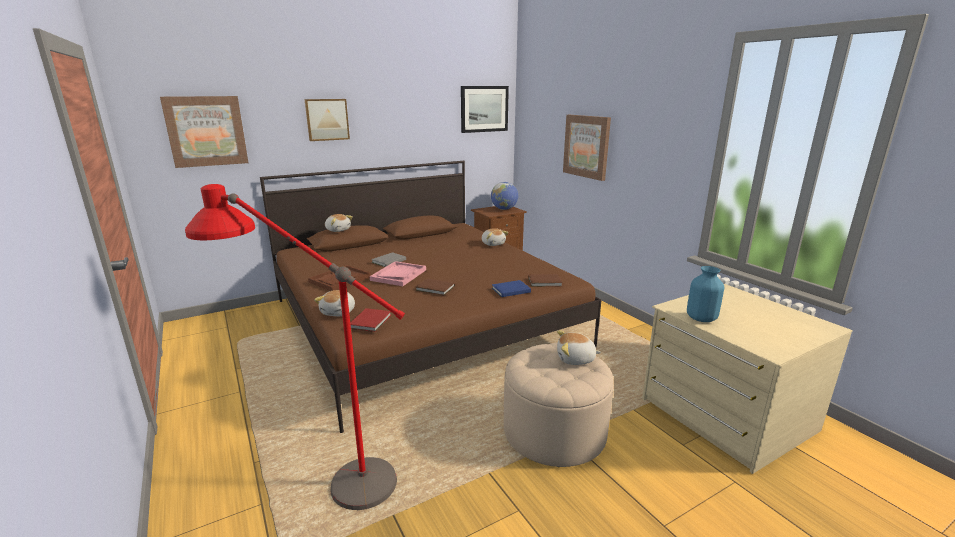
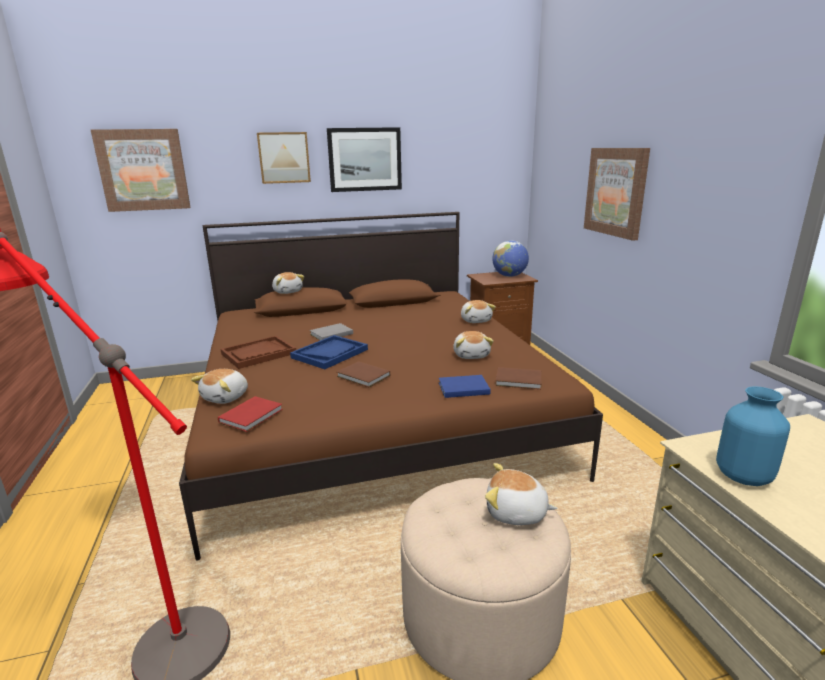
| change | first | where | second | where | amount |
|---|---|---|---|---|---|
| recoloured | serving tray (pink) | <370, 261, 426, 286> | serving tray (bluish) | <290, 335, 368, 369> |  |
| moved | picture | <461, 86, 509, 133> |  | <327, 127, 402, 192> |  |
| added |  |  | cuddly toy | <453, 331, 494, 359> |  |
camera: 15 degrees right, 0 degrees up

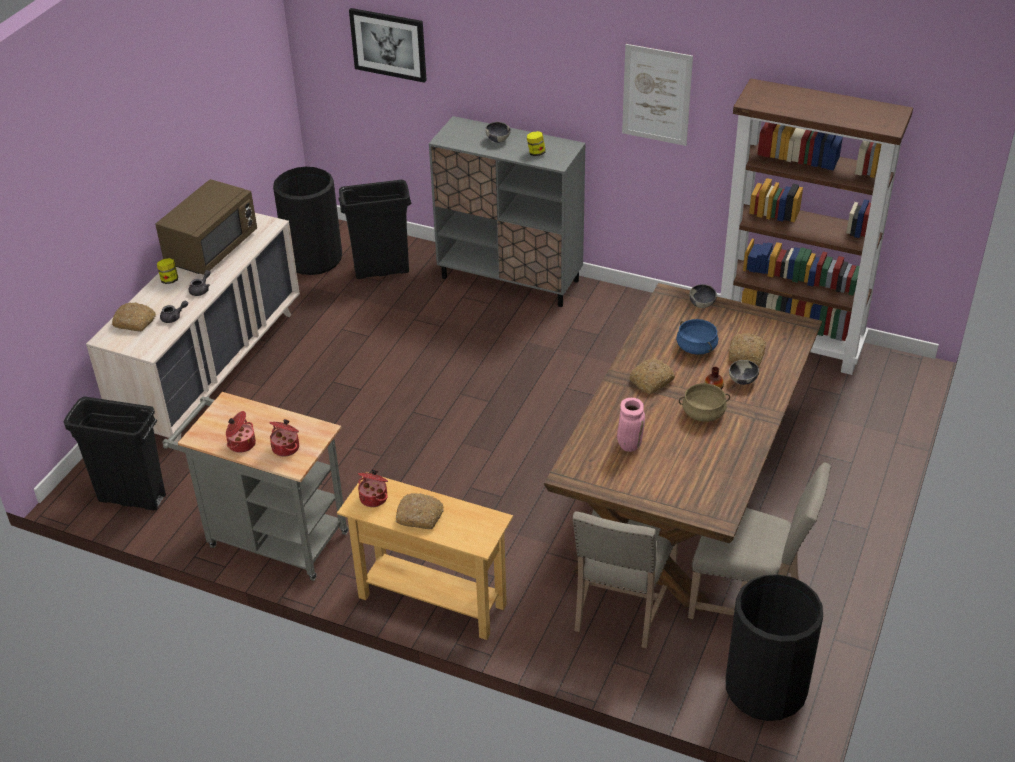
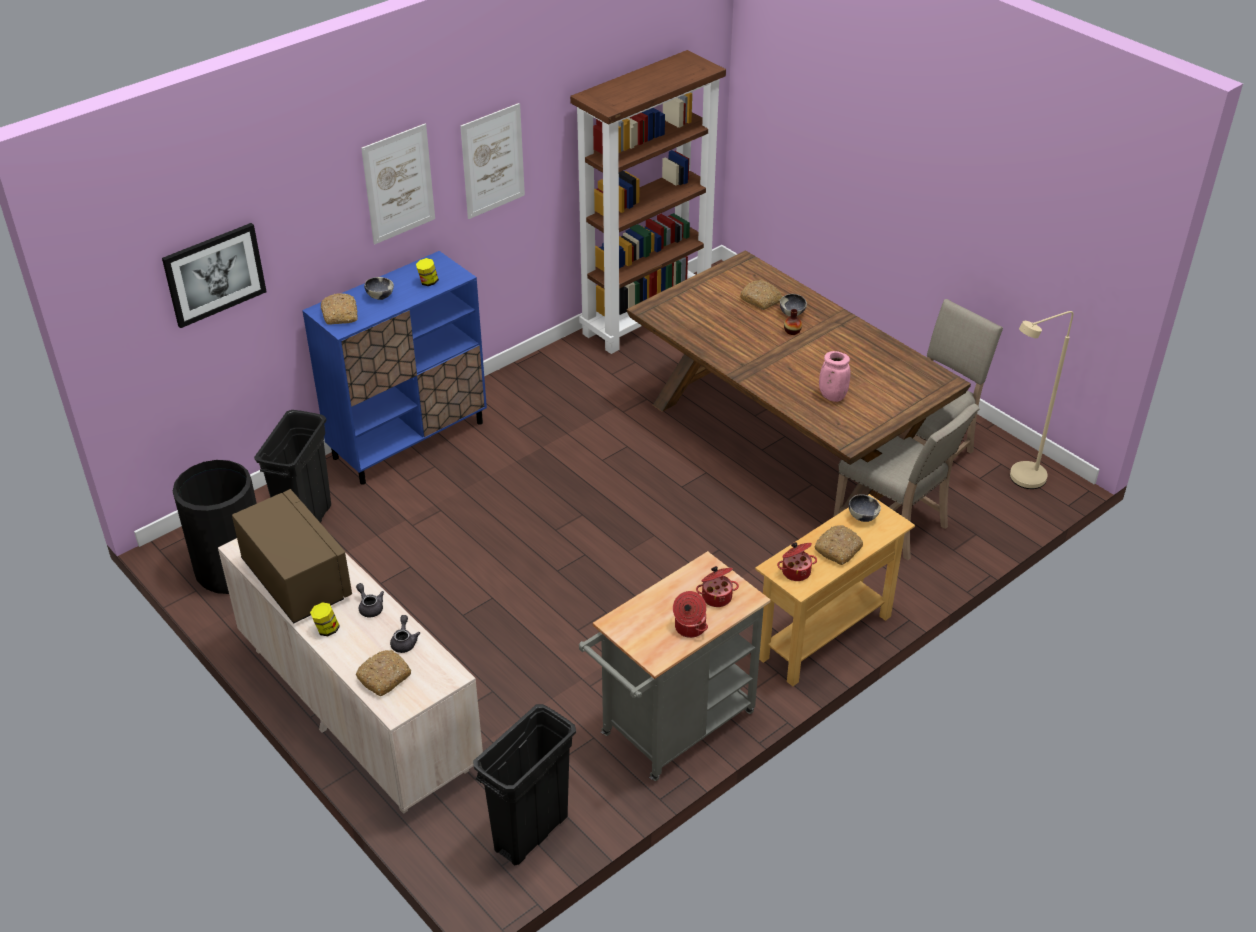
| change | first | where | second | where | amount |
|---|---|---|---|---|---|
| recoloured | cabinet (greyish) | <429, 116, 586, 307> | cabinet (bluish) | <302, 251, 487, 485> |  |
| moved | bread | <629, 359, 675, 394> |  | <320, 293, 358, 325> |  |
| removed | saucepot (bluish) | <676, 319, 718, 355> |  |  |  |
| removed | saucepot (sand-coloured) | <679, 383, 730, 422> |  |  |  |
| moved | serving bowl | <689, 284, 717, 308> |  | <849, 495, 881, 522> |  |
| replaced | waste bin (black-coloured) | <726, 574, 823, 721> | standing lamp (sand-coloured) | <1010, 311, 1074, 489> |  |
| added |  |  | picture | <361, 124, 435, 244> |  |
camera: 65 degrees left, 0 degrees up

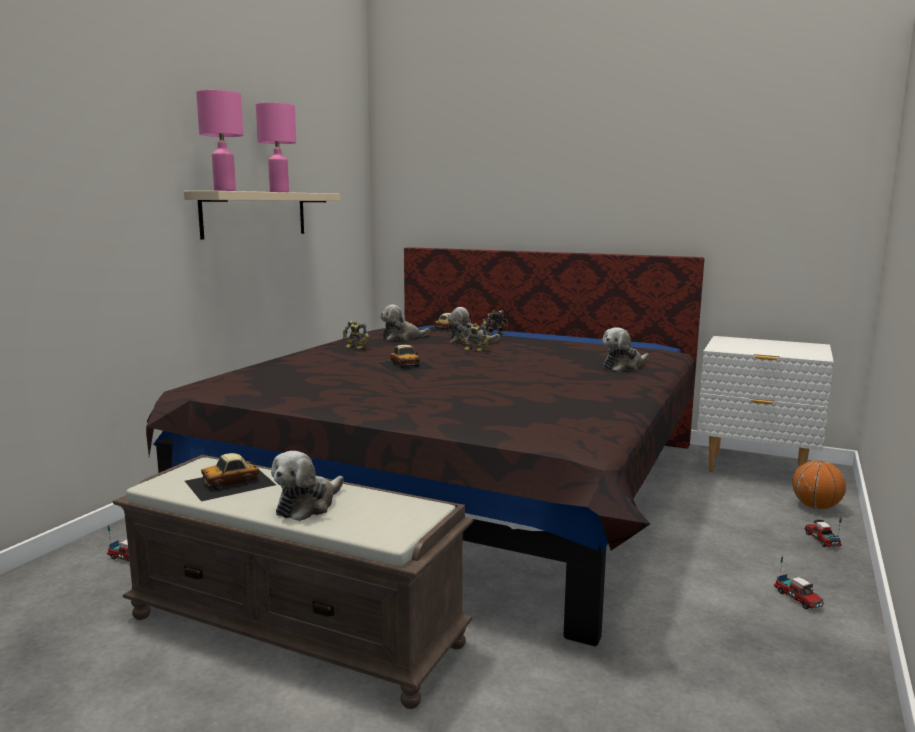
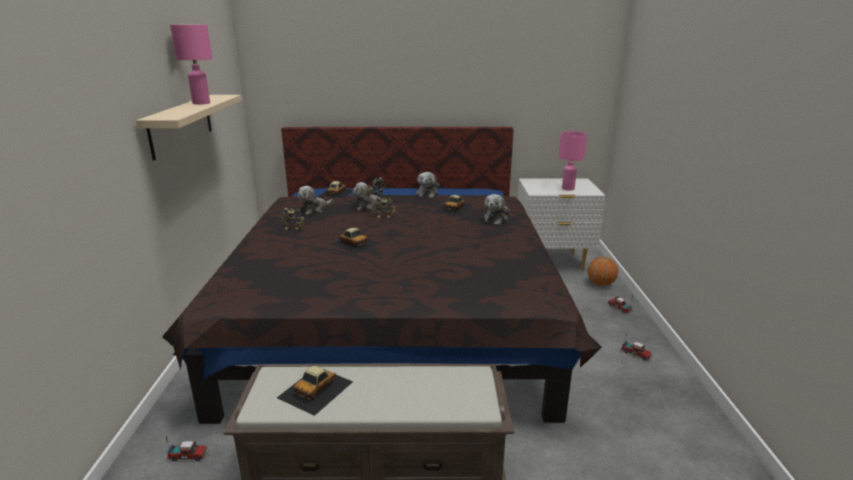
| change | first | where | second | where | amount |
|---|---|---|---|---|---|
| moved | lamp for a table (pink) | <196, 90, 243, 191> |  | <559, 131, 587, 191> |  |
| moved | cuddly toy | <271, 451, 344, 521> |  | <416, 172, 440, 197> |  |
| added |  |  | model car | <436, 195, 474, 216> |  |
camera: 25 degrees left, 10 degrees up

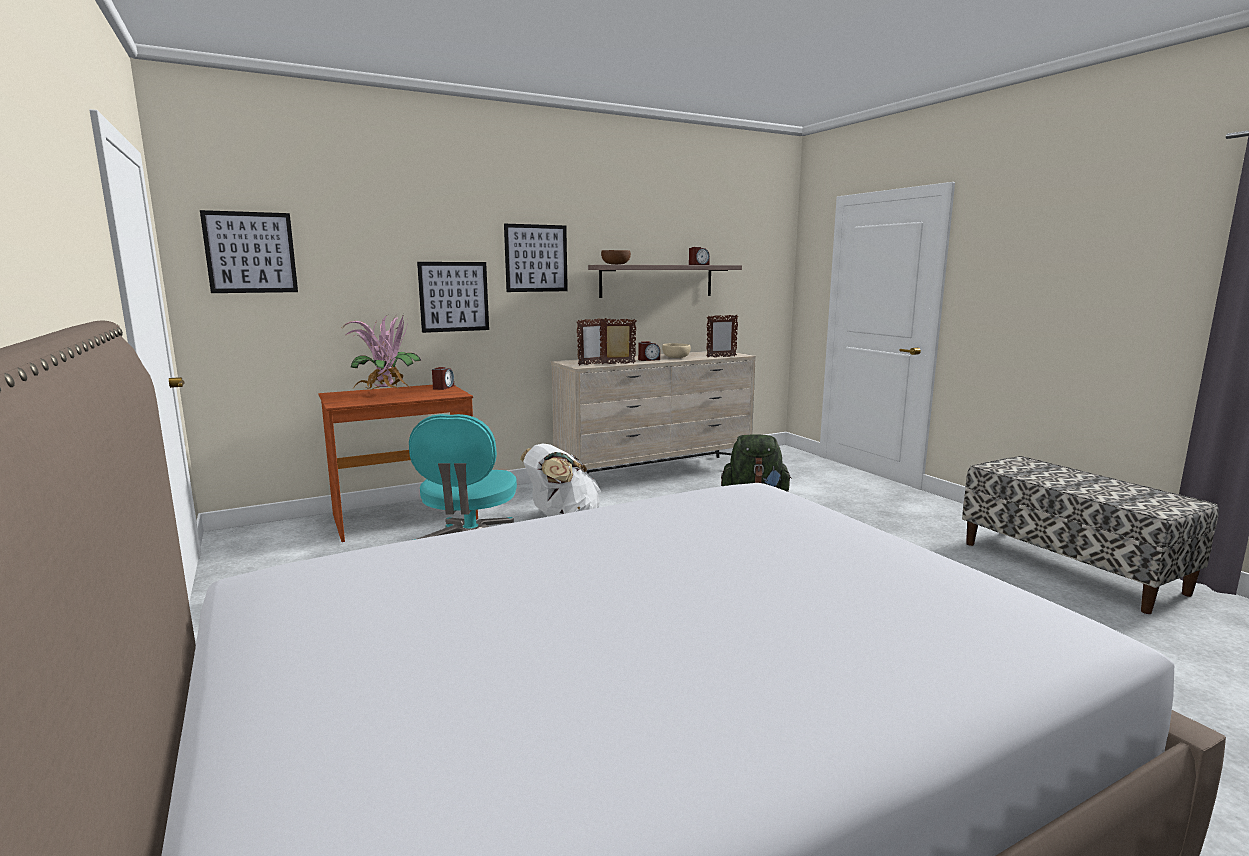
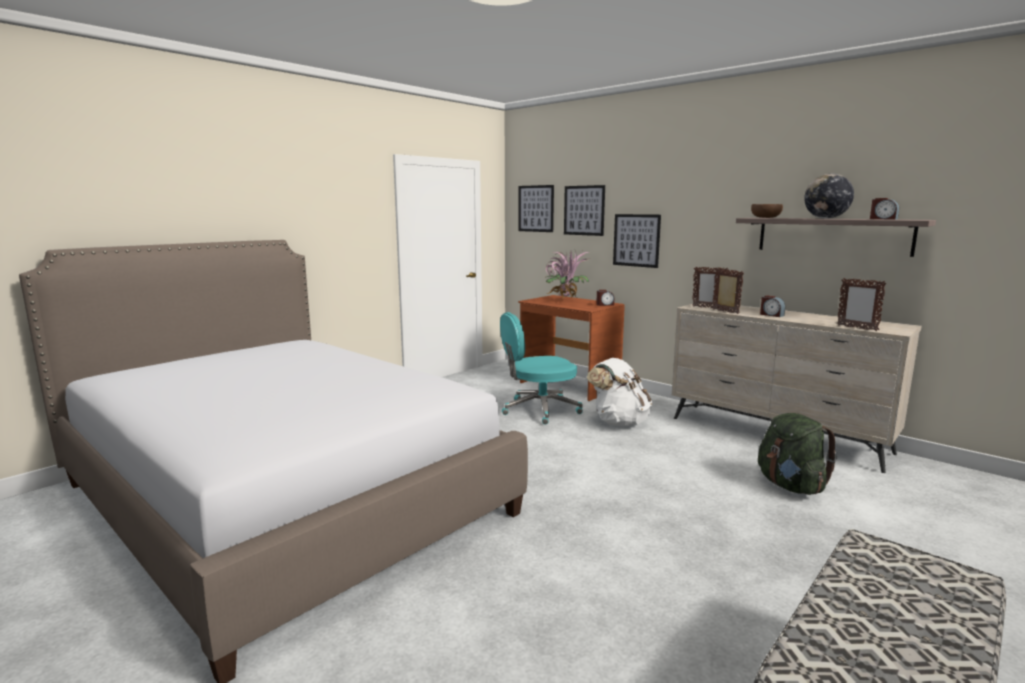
| change | first | where | second | where | amount |
|---|---|---|---|---|---|
| moved | picture | <504, 224, 568, 292> |  | <564, 185, 605, 236> |  |
| removed | serving bowl (sand-coloured) | <662, 343, 691, 358> |  |  |  |
| added |  |  | world globe | <804, 173, 854, 219> |  |
camera: 70 degrees right, 0 degrees up

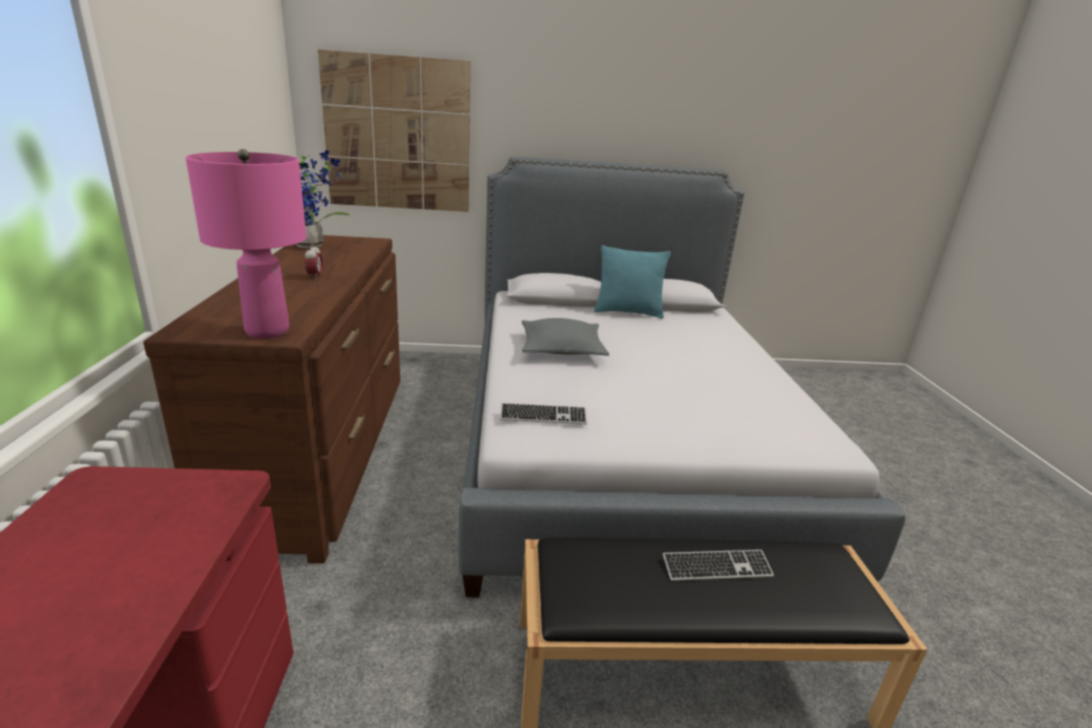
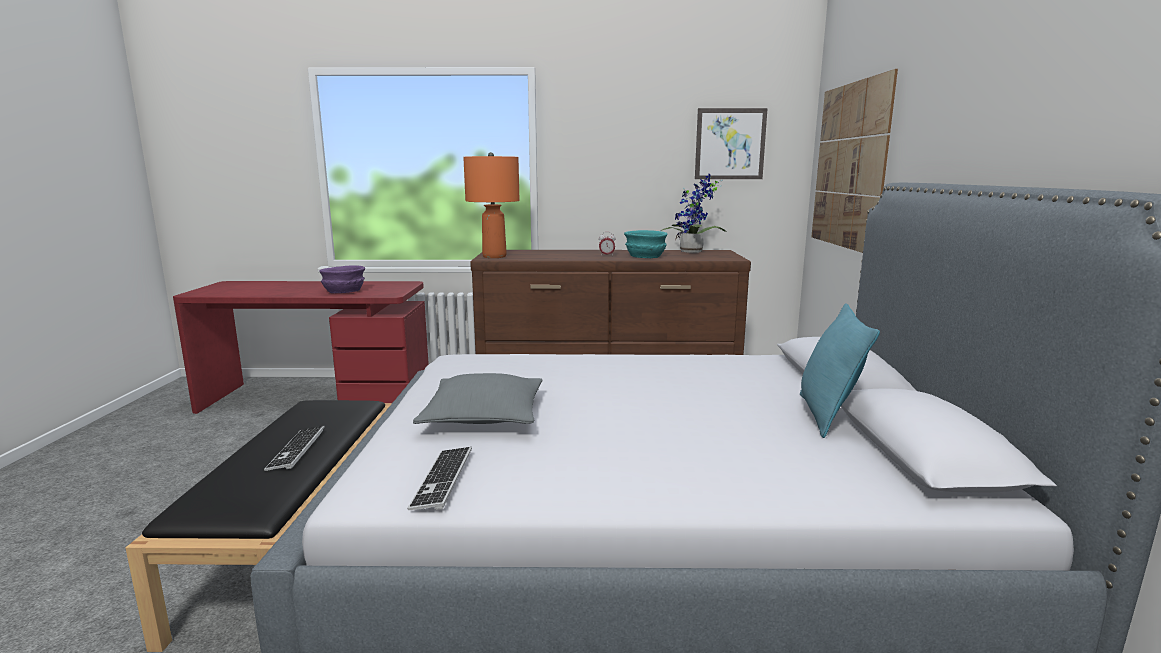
| change | first | where | second | where | amount |
|---|---|---|---|---|---|
| recoloured | lamp for a table (pink) | <186, 149, 307, 339> | lamp for a table (orangey) | <463, 152, 520, 258> |  |
| moved | computer keyboard | <500, 403, 587, 424> |  | <407, 447, 472, 510> |  |
| moved | throw pillow (greyish) | <522, 318, 609, 356> |  | <413, 373, 543, 424> |  |
| added |  |  | serving bowl (purple) | <319, 265, 365, 293> |  |
| added |  |  | serving bowl (blue-green) | <624, 230, 667, 258> |  |
| added |  |  | picture | <695, 108, 768, 179> |  |
camera: 95 degrees right, 10 degrees down

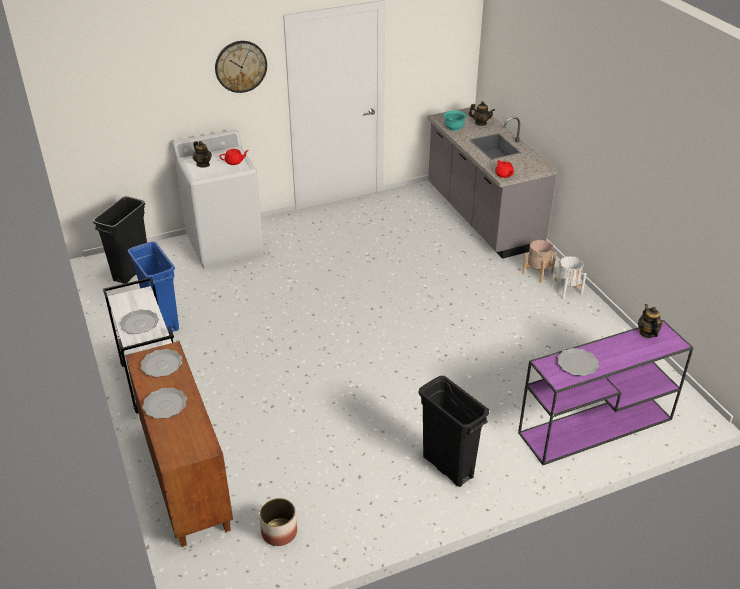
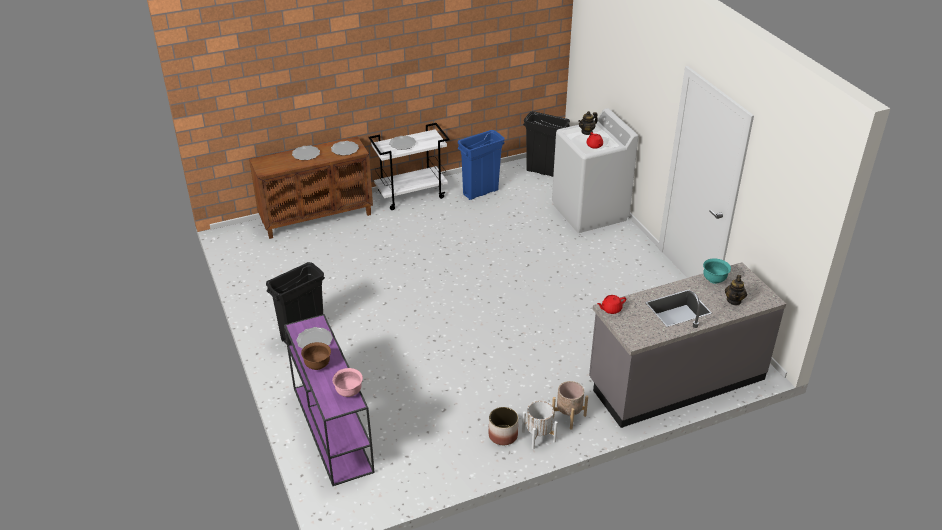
| change | first | where | second | where | amount |
|---|---|---|---|---|---|
| removed | clock on the wall | <215, 41, 267, 93> |  |  |  |
| moved | flower pot | <259, 498, 297, 546> |  | <489, 407, 518, 445> |  |
| replaced | teapot | <638, 304, 662, 338> | serving bowl (pink) | <333, 368, 363, 397> |  |
| added |  |  | serving bowl (brown) | <301, 342, 331, 370> |  |
camera: 90 degrees right, 0 degrees up

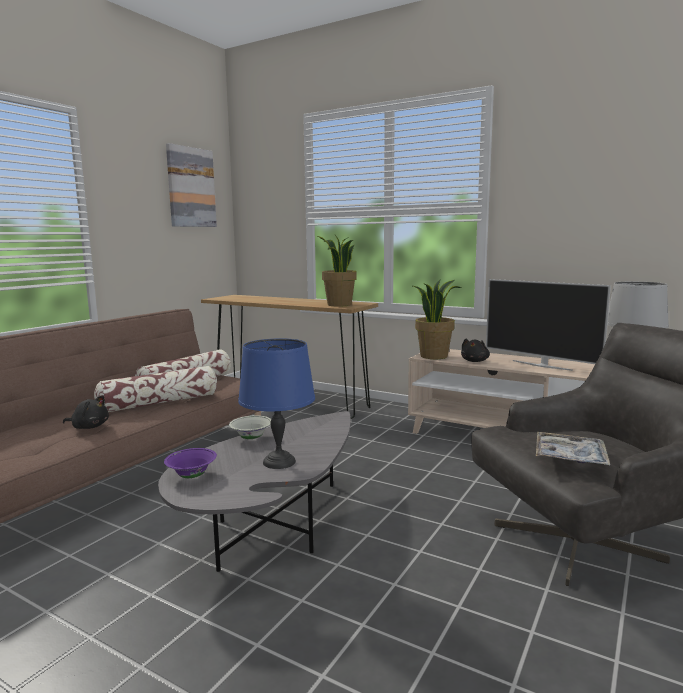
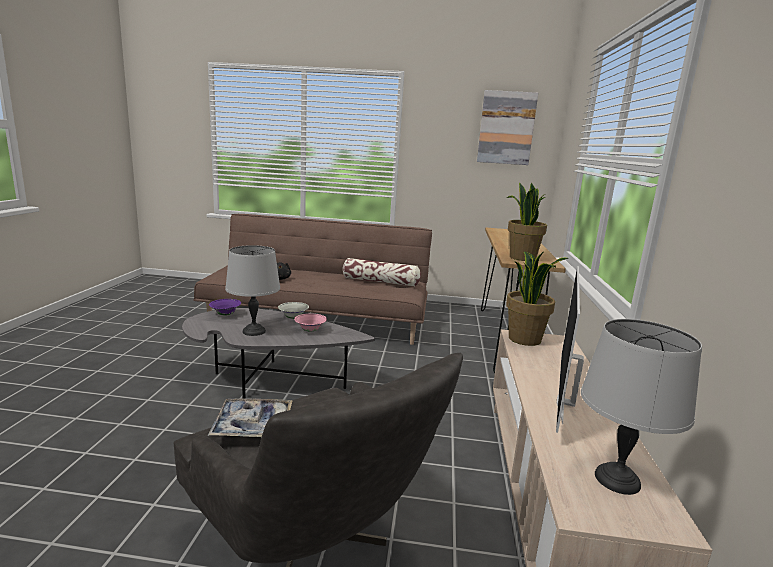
| change | first | where | second | where | amount |
|---|---|---|---|---|---|
| removed | throw pillow | <94, 366, 217, 412> |  |  |  |
| recoloured | lamp for a table (bluish) | <238, 338, 315, 469> | lamp for a table (greyish) | <225, 245, 280, 336> |  |
| removed | cuddly toy (black-coloured) | <461, 339, 490, 362> |  |  |  |
| added |  |  | serving bowl (pink) | <294, 314, 327, 332> |  |
camera: 65 degrees right, 5 degrees up

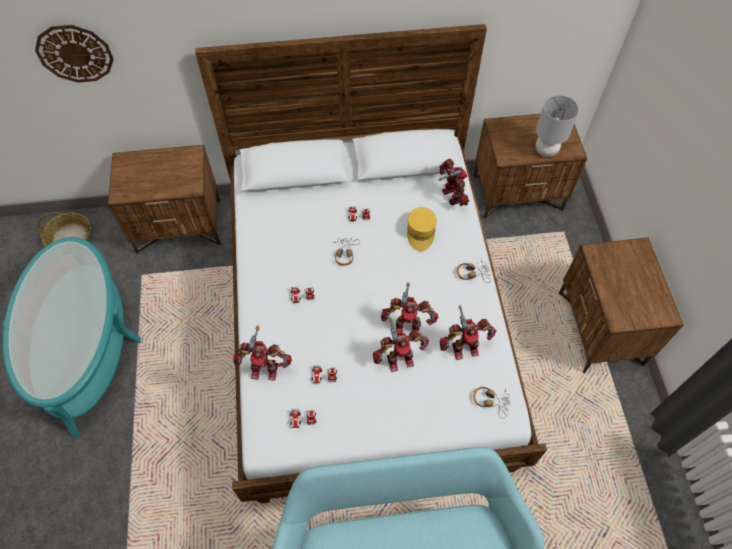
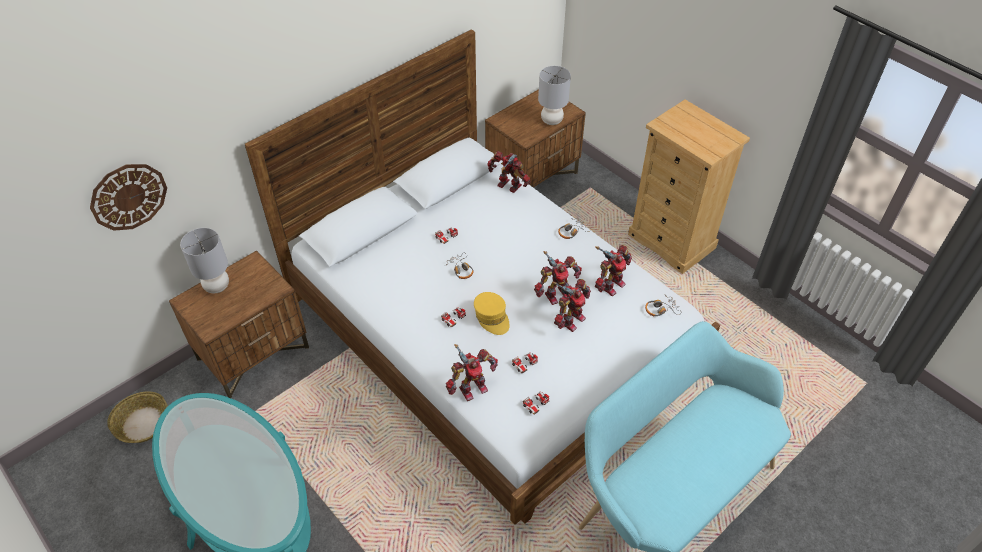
| change | first | where | second | where | amount |
|---|---|---|---|---|---|
| moved | peaked cap (yellow-coloured) | <407, 207, 437, 251> |  | <474, 292, 510, 335> |  |
| replaced | bedside table (brown) | <559, 237, 684, 373> | dresser (sand-coloured) | <628, 100, 750, 274> |  |
| added |  |  | lamp for a table (greyish) | <180, 228, 229, 293> |  |
camera: 35 degrees left, 10 degrees down

